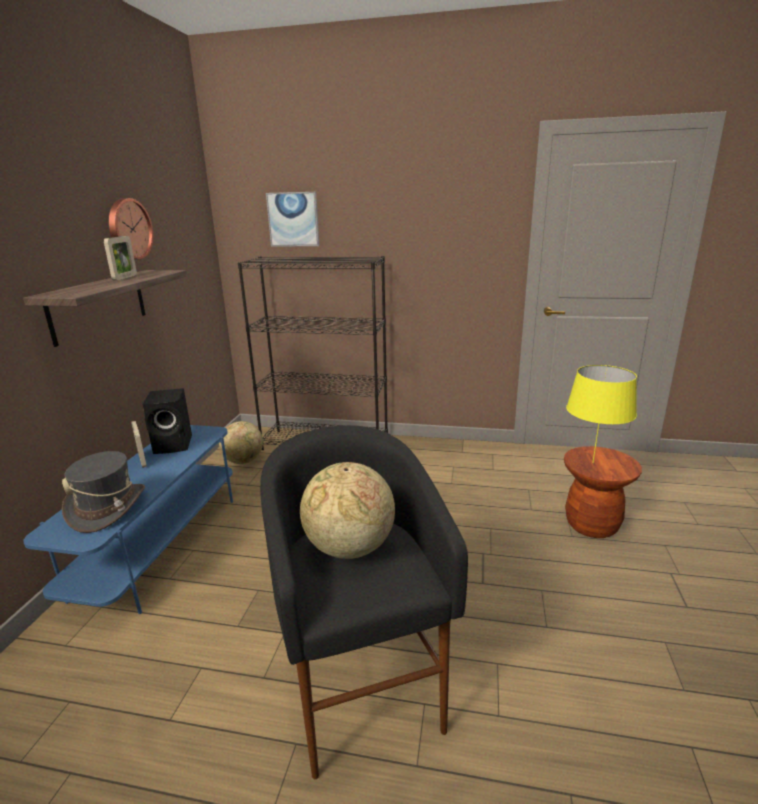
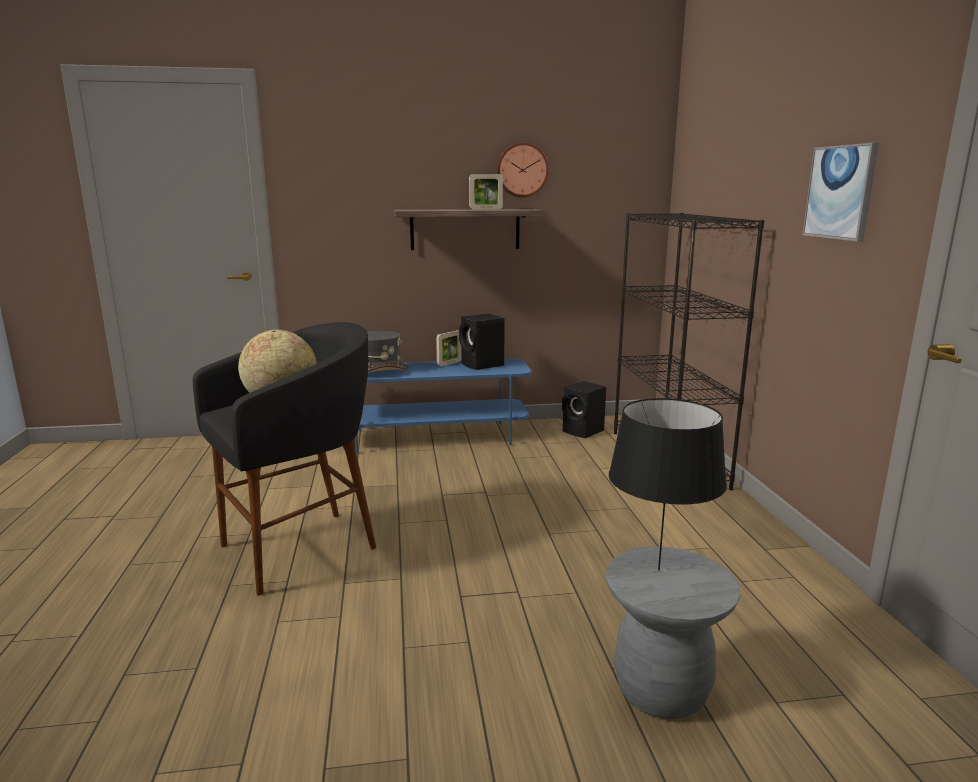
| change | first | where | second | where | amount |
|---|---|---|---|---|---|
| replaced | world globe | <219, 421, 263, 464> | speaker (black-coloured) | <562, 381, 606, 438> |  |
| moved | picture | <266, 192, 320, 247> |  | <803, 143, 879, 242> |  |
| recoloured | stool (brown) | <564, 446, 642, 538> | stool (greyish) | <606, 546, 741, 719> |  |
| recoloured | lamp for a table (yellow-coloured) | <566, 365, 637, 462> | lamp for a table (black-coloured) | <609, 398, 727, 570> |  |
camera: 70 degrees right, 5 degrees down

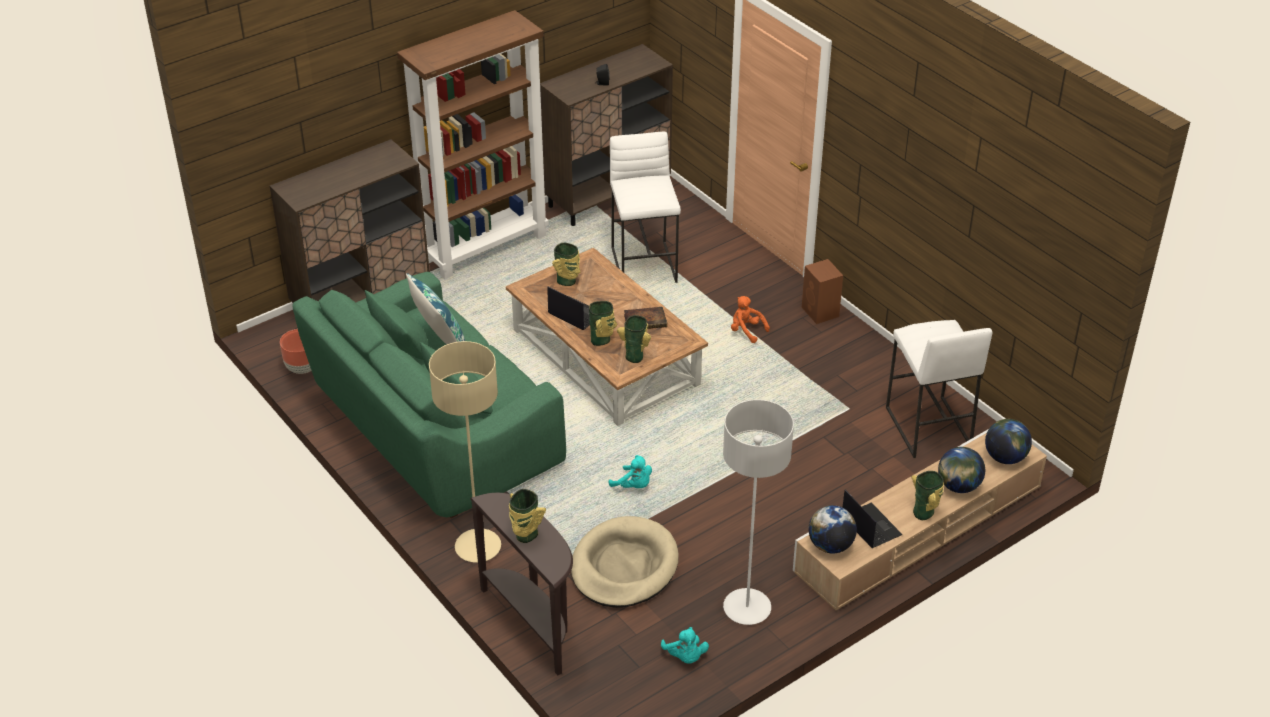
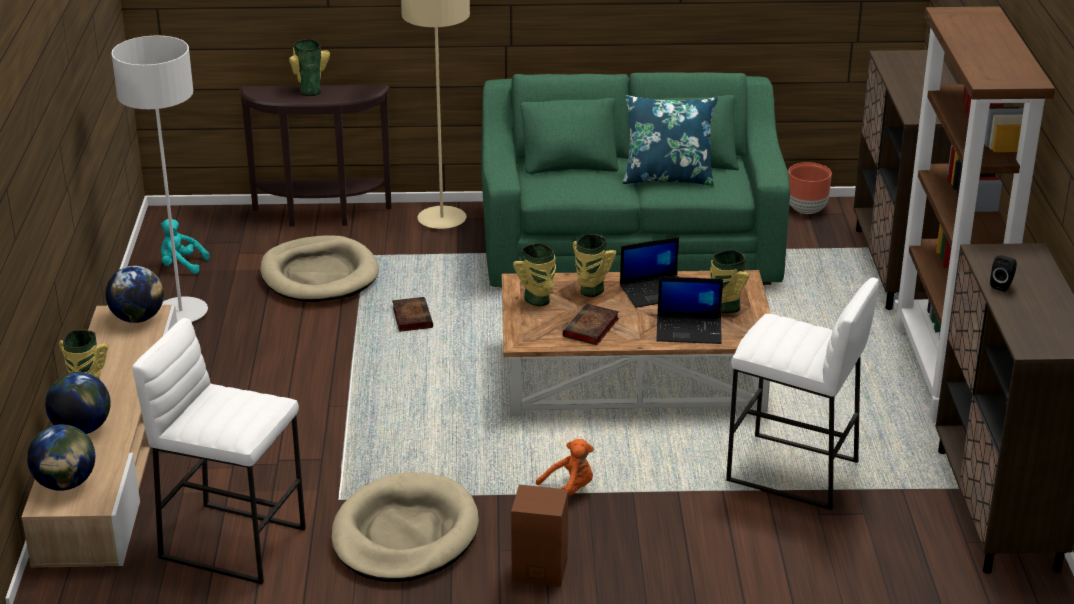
| change | first | where | second | where | amount |
|---|---|---|---|---|---|
| replaced | cuddly toy (blue-green) | <609, 455, 652, 488> | bound book | <392, 297, 433, 332> |  |
| moved | notebook computer | <842, 490, 903, 548> |  | <656, 277, 723, 344> |  |
| added |  |  | pet bed (sand-coloured) | <331, 472, 479, 582> |  |
camera: 125 degrees right, 10 degrees down

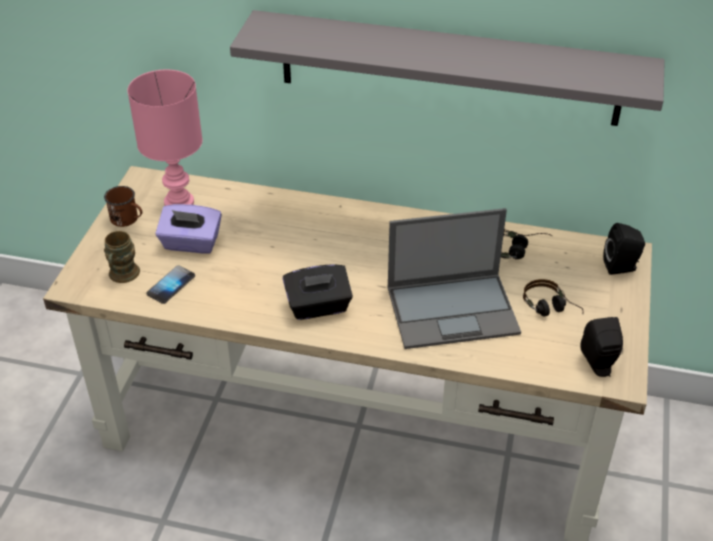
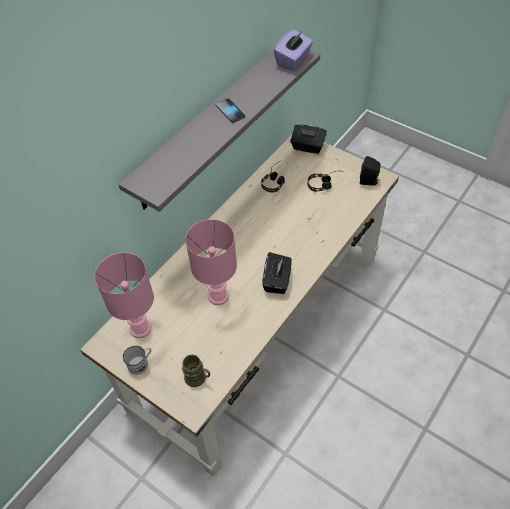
| change | first | where | second | where | amount |
|---|---|---|---|---|---|
| recoloured | coffee mug (brown) | <104, 186, 142, 227> | coffee mug (whitish) | <123, 346, 151, 375> |  |
| moved | phone | <147, 265, 195, 304> |  | <216, 98, 245, 123> |  |
| moved | tissue box (purple) | <155, 204, 222, 254> |  | <274, 29, 313, 71> |  |
| removed | notebook computer | <387, 208, 521, 349> |  |  |  |
| replaced | speaker (black-coloured) | <603, 223, 645, 275> | tissue box (black-coloured) | <290, 125, 327, 154> |  |
| added |  |  | lamp for a table (pink) | <185, 219, 237, 305> |  |
camera: 65 degrees left, 10 degrees up

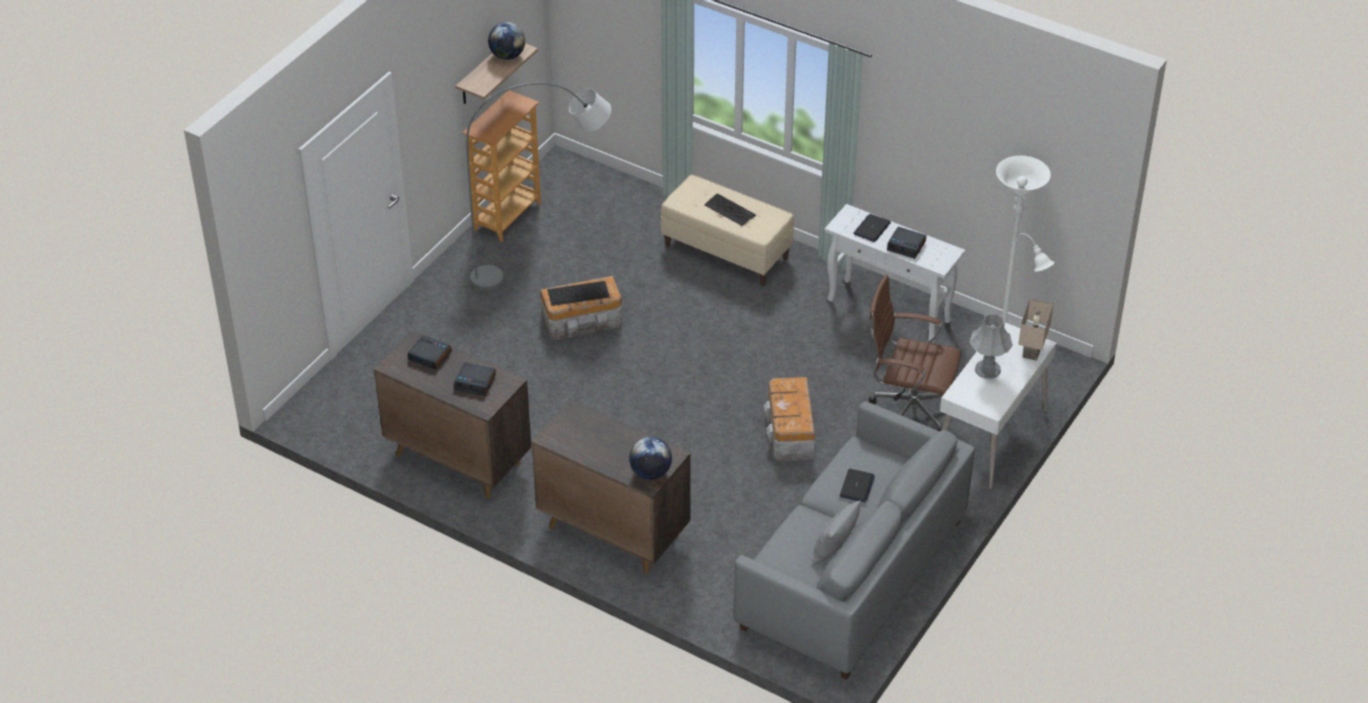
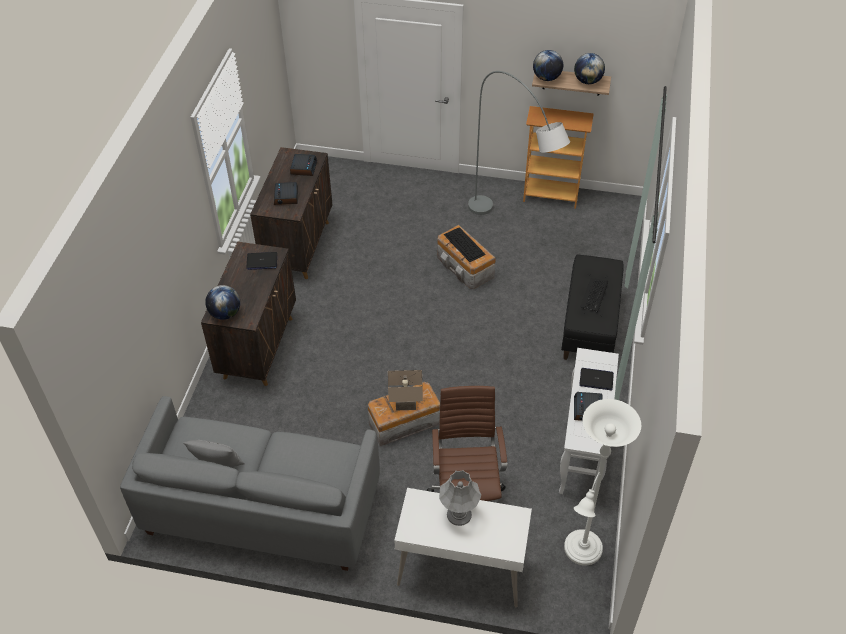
| change | first | where | second | where | amount |
|---|---|---|---|---|---|
| recoloured | indoor bench (sand-coloured) | <661, 175, 794, 286> | indoor bench (black-coloured) | <561, 254, 623, 360> |  |
| moved | notebook computer | <840, 469, 875, 503> |  | <246, 252, 277, 270> |  |
| moved | lamp for a table (sand-coloured) | <1018, 299, 1054, 361> |  | <388, 370, 423, 410> |  |
| added |  |  | world globe | <533, 50, 563, 81> |  |
camera: 70 degrees right, 5 degrees up

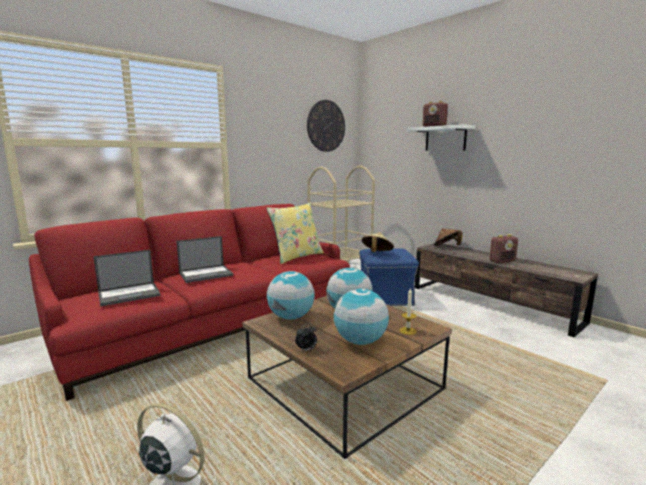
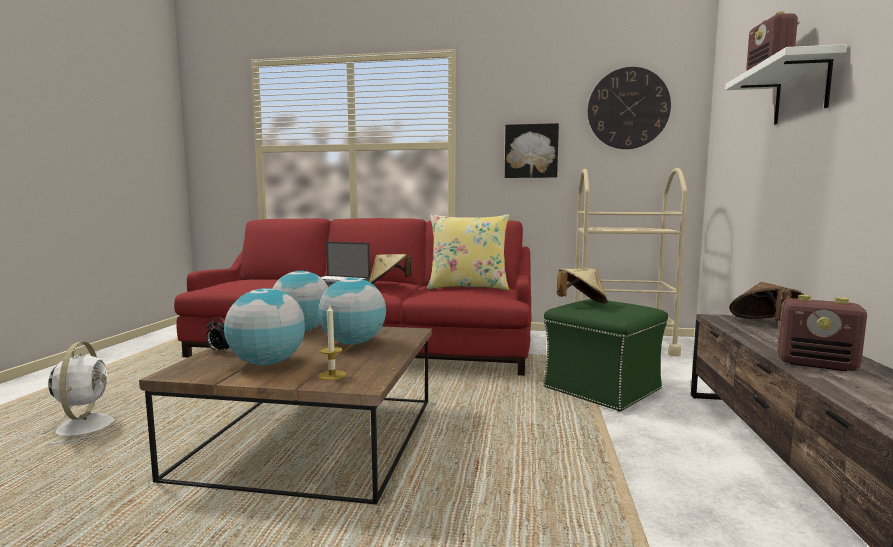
| change | first | where | second | where | amount |
|---|---|---|---|---|---|
| removed | notebook computer | <93, 250, 161, 306> |  |  |  |
| recoloured | pouffe (bluish) | <359, 248, 419, 306> | pouffe (greenish) | <543, 299, 668, 412> |  |
| added |  |  | wearable hat (sand-coloured) | <369, 254, 411, 284> |  |
| added |  |  | picture | <505, 123, 559, 178> |  |
camera: 50 degrees right, 5 degrees down

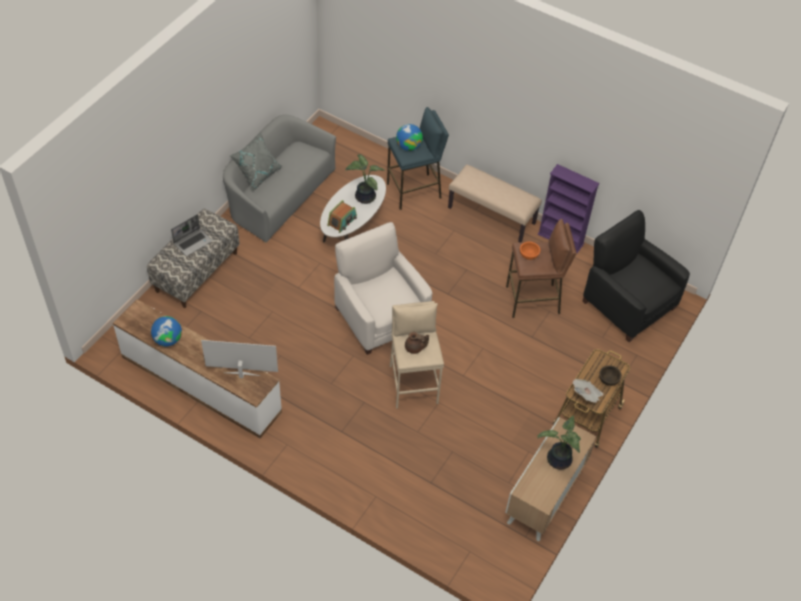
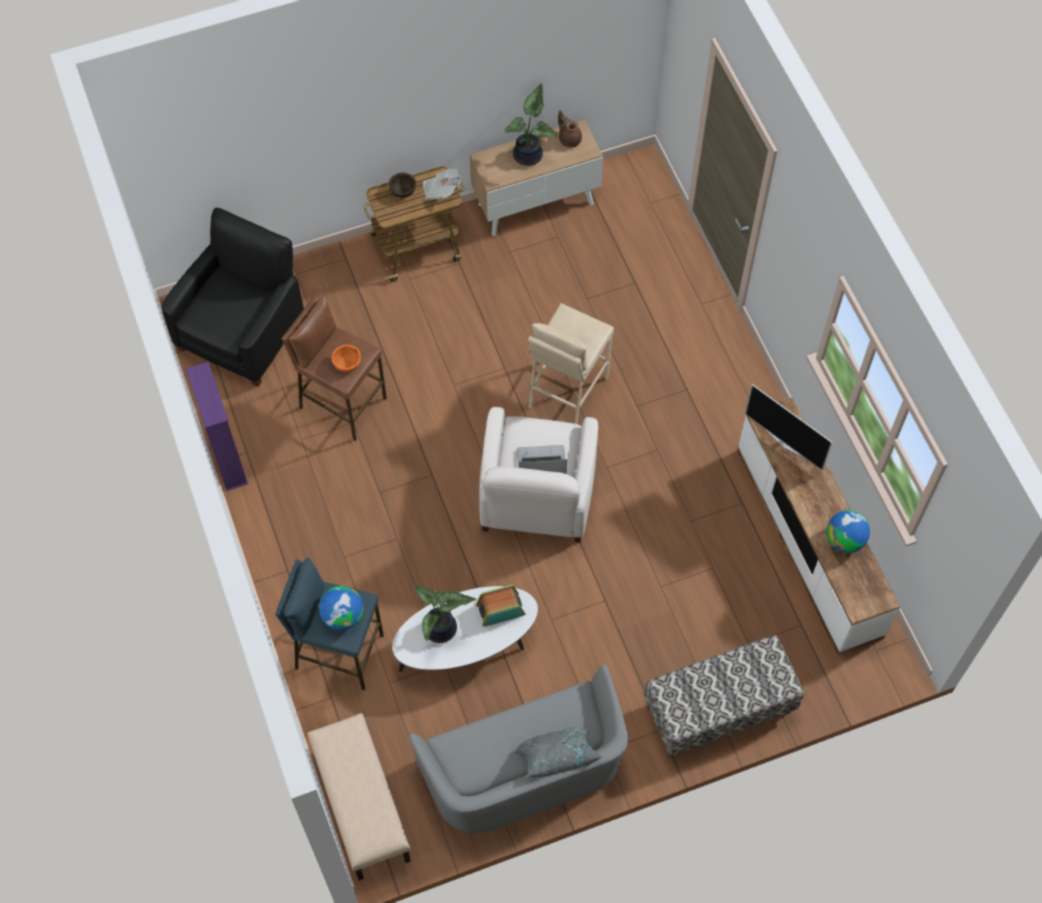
| change | first | where | second | where | amount |
|---|---|---|---|---|---|
| moved | notebook computer | <171, 214, 212, 256> |  | <517, 445, 567, 474> |  |
| moved | teapot (brown) | <405, 332, 429, 354> |  | <558, 110, 582, 147> |  |
| moved | indoor bench (sand-coloured) | <448, 164, 542, 242> |  | <307, 713, 410, 881> |  |
| turned | easy chair (black-coloured) | <582, 210, 690, 342> |  | <161, 208, 304, 387> | 150 degrees counterclockwise |
camera: 140 degrees left, 10 degrees up

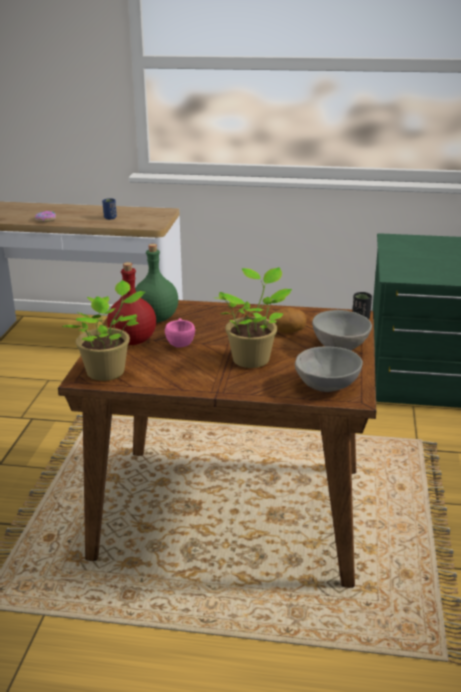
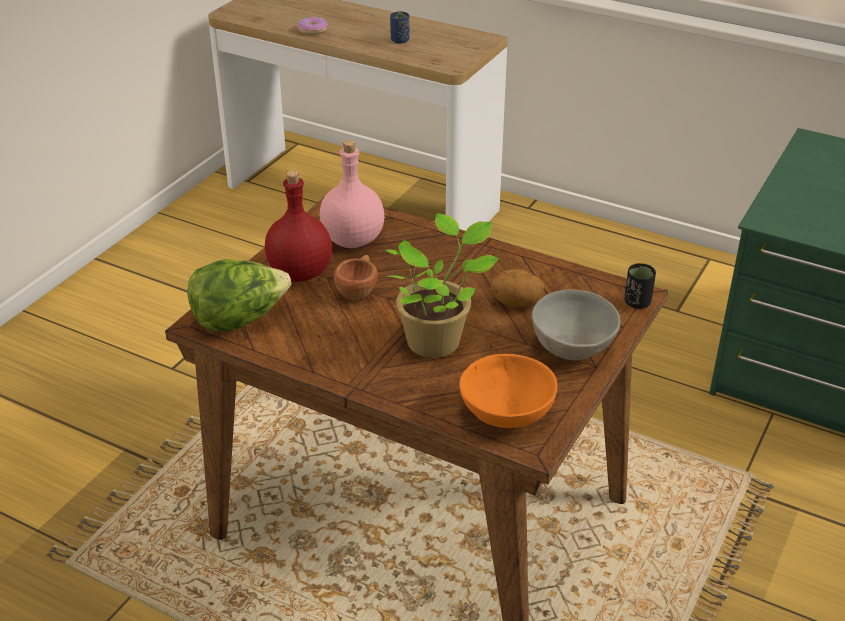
| change | first | where | second | where | amount |
|---|---|---|---|---|---|
| replaced | potted plant | <62, 280, 145, 381> | head of lettuce | <187, 259, 291, 332> |  |
| recoloured | beverage bottle (greenish) | <135, 244, 178, 322> | beverage bottle (pink) | <320, 140, 385, 248> |  |
| recoloured | drinking cup (pink) | <165, 318, 195, 348> | drinking cup (brown) | <334, 255, 378, 300> |  |
| recoloured | serving bowl (greyish) | <295, 346, 363, 392> | serving bowl (orangey) | <459, 354, 558, 428> |  |
camera: 20 degrees right, 10 degrees up

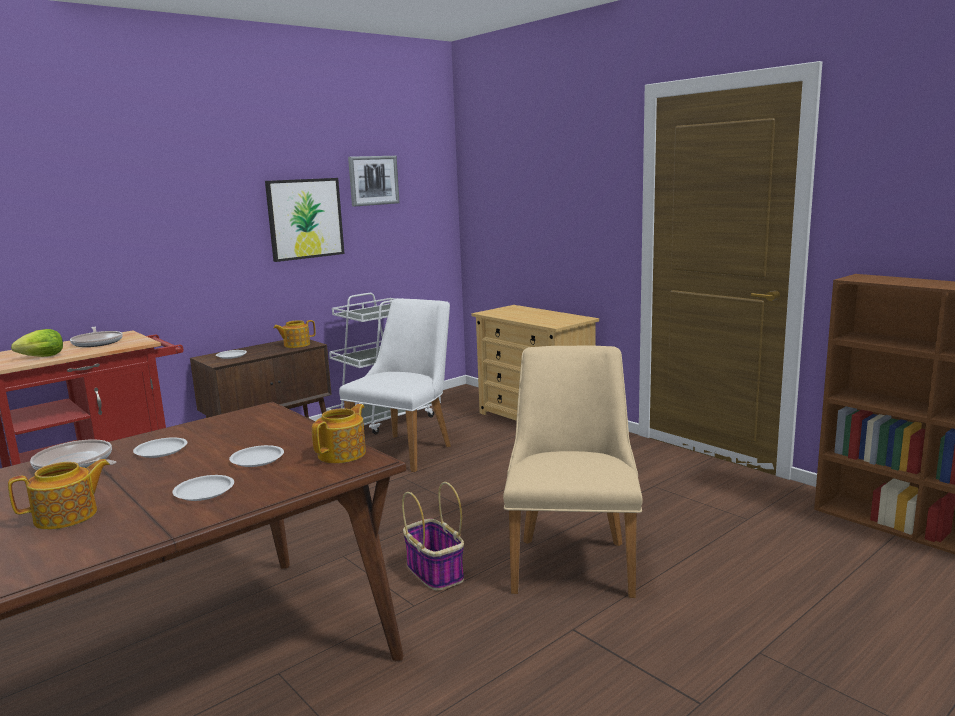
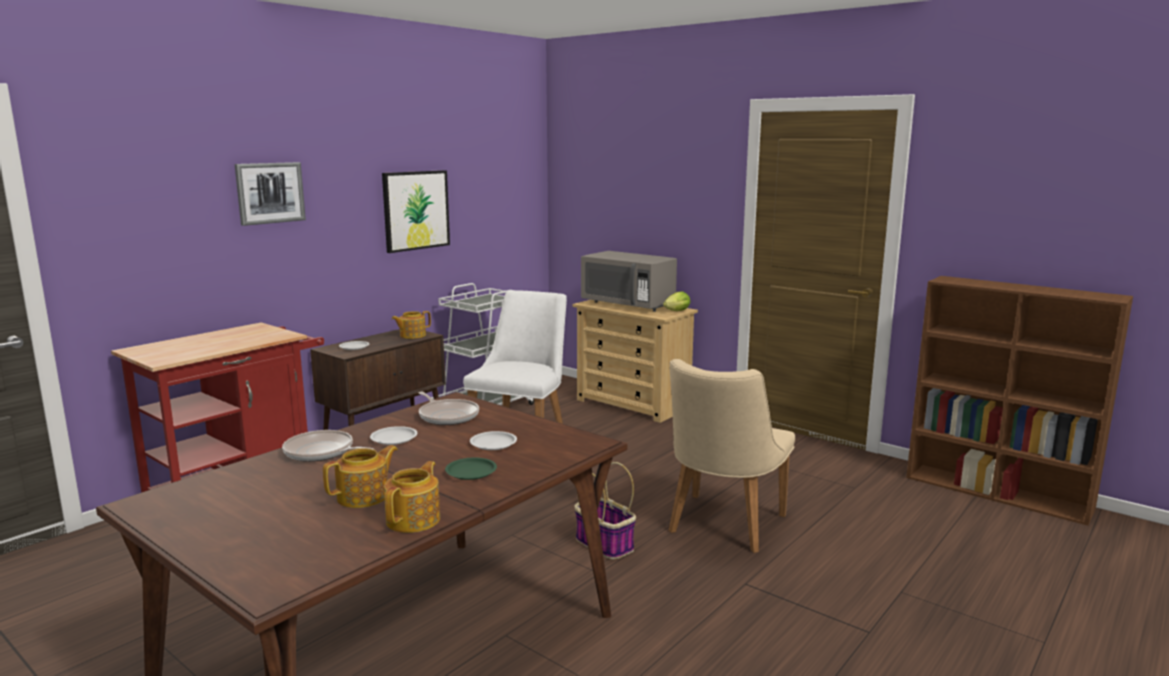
| change | first | where | second | where | amount |
|---|---|---|---|---|---|
| moved | head of lettuce | <11, 329, 63, 357> |  | <663, 291, 690, 311> |  |
| moved | skillet | <70, 327, 123, 347> |  | <419, 392, 479, 425> |  |
| recoloured | flat dish (whitish) | <172, 475, 234, 501> | flat dish (greenish) | <445, 457, 497, 480> |  |
| moved | teapot | <312, 404, 366, 463> |  | <384, 461, 440, 533> |  |
| moved | picture | <348, 156, 400, 207> |  | <235, 162, 306, 226> |  |
| turned | upright chair (sand-coloured) | <503, 346, 642, 598> |  | <669, 359, 795, 553> | 150 degrees counterclockwise |
| added |  |  | kitchen microwave (greyish) | <581, 251, 677, 312> |  |
camera: 10 degrees left, 0 degrees up

